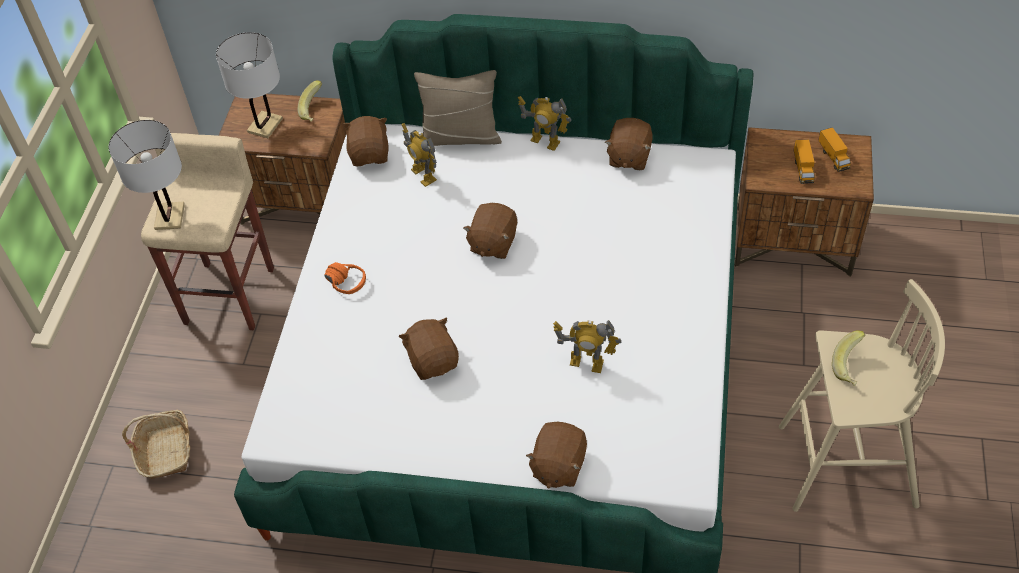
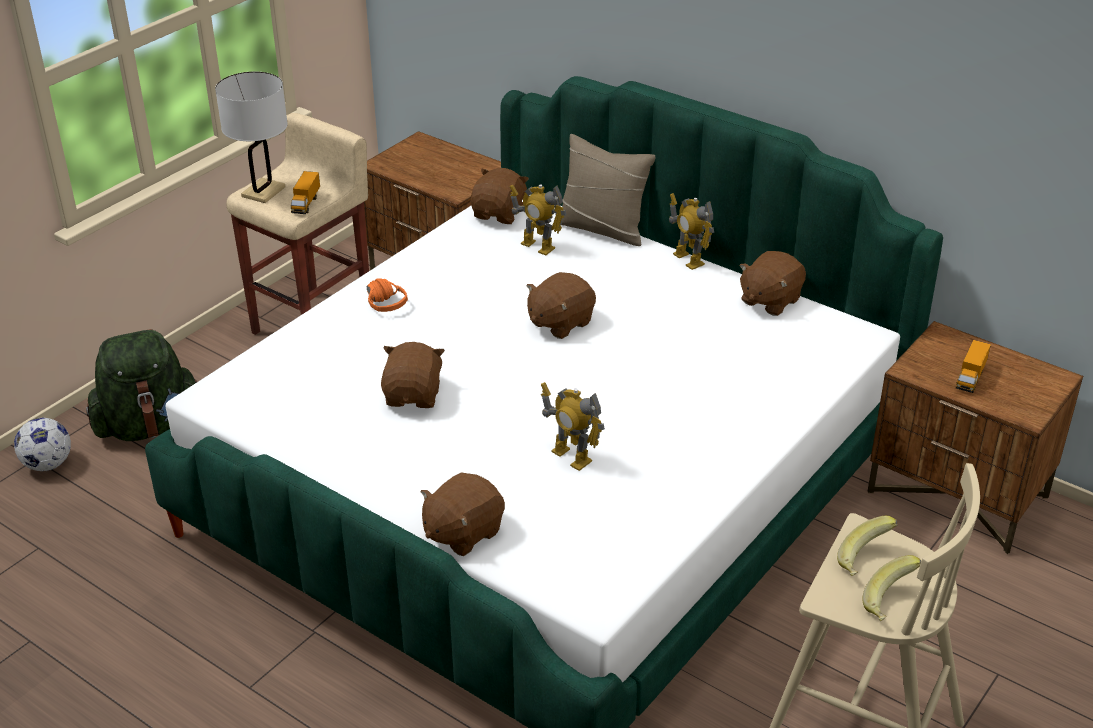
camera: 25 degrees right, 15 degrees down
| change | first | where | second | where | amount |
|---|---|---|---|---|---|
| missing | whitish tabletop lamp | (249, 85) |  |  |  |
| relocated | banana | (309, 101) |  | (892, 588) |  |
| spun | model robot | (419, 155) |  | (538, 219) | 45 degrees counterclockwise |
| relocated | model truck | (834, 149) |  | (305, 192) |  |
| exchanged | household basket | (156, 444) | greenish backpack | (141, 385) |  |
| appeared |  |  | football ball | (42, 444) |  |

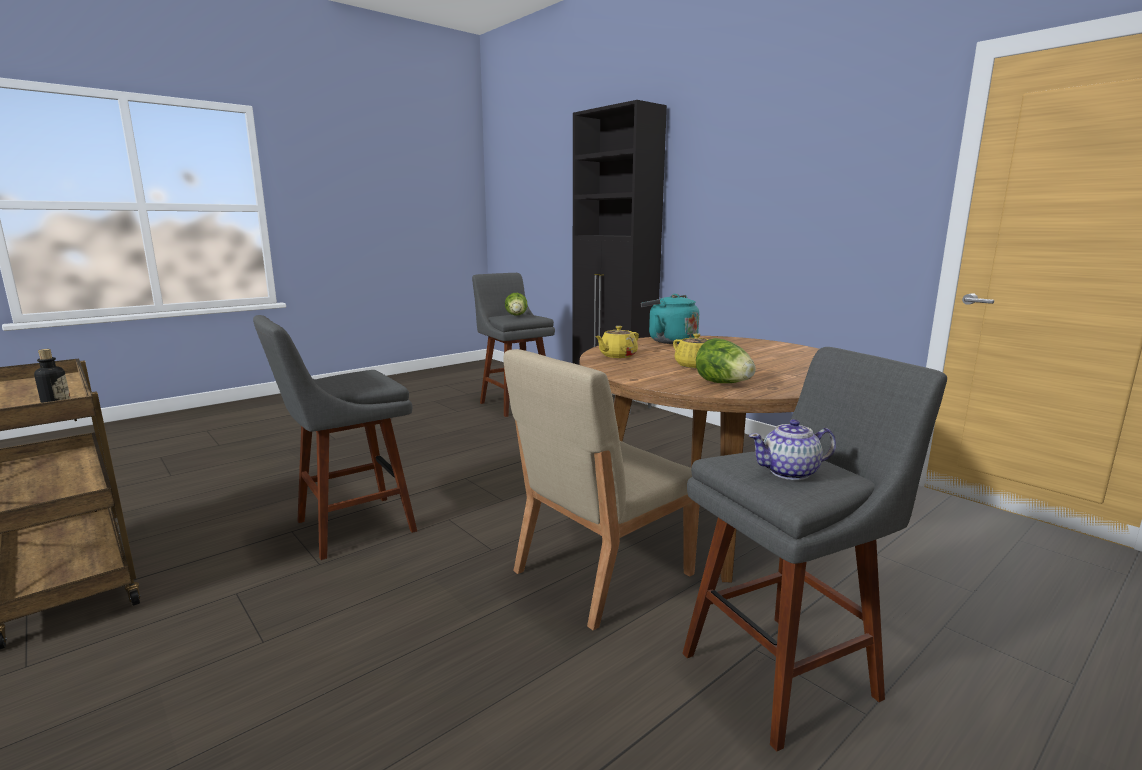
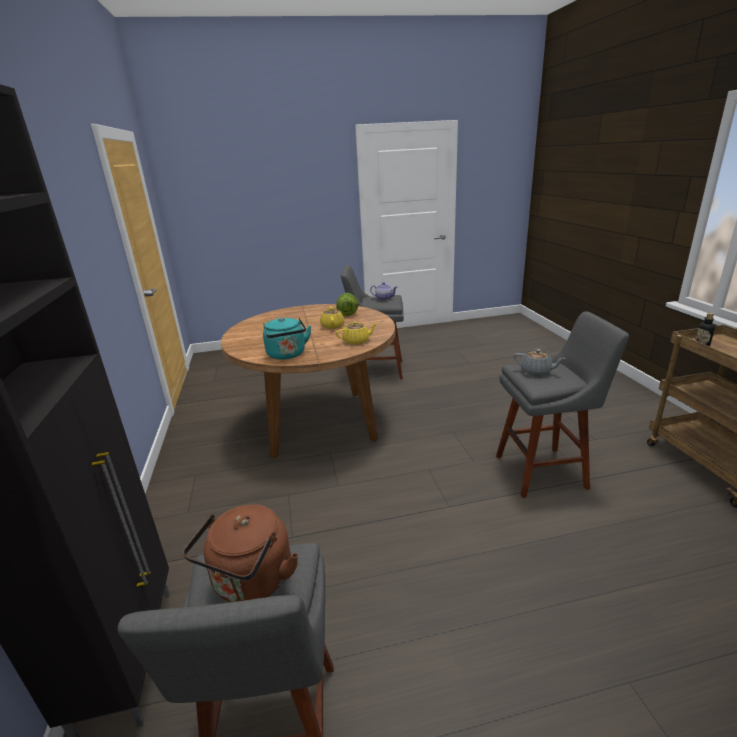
camera: 150 degrees left, 10 degrees up
| change | first | where | second | where | amount |
|---|---|---|---|---|---|
| exchanged | lettuce head | (516, 304) | brown water kettle | (240, 553) |  |
| missing | beige-coloured plain chair | (601, 489) |  |  |  |
| appeared |  |  | grey pot for tea | (540, 362) |  |

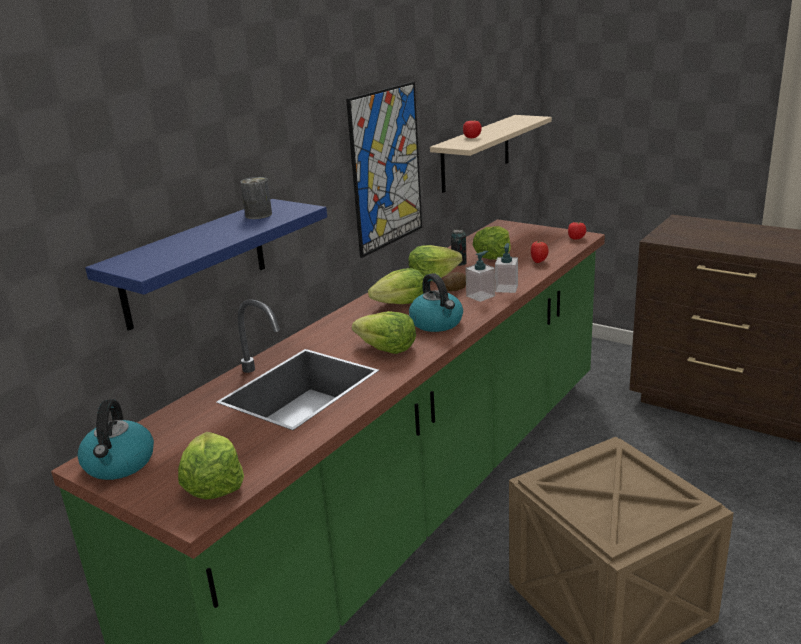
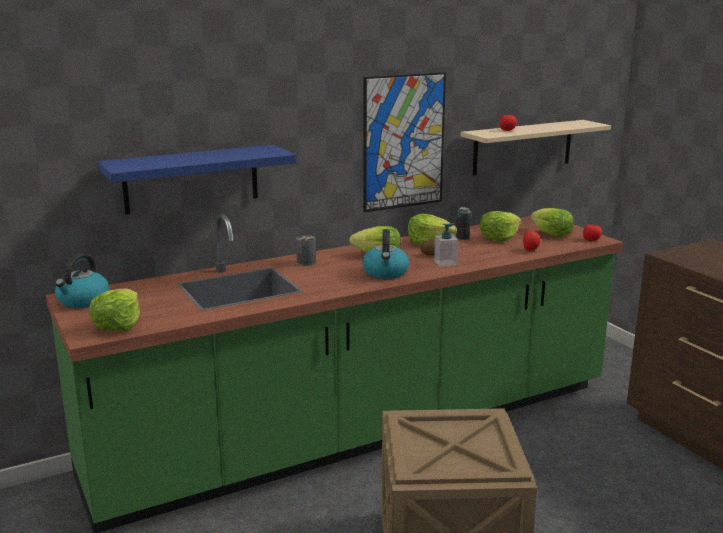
camera: 25 degrees right, 5 degrees down
| change | first | where | second | where | amount |
|---|---|---|---|---|---|
| relocated | can | (256, 198) |  | (306, 250) |  |
| missing | liquid soap bottle | (506, 268) |  |  |  |
| relocated | lettuce head | (384, 332) |  | (552, 222) |  |

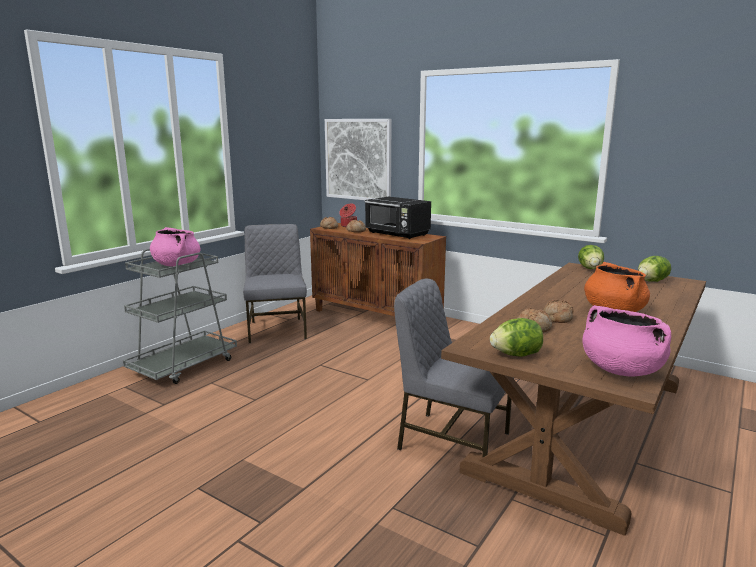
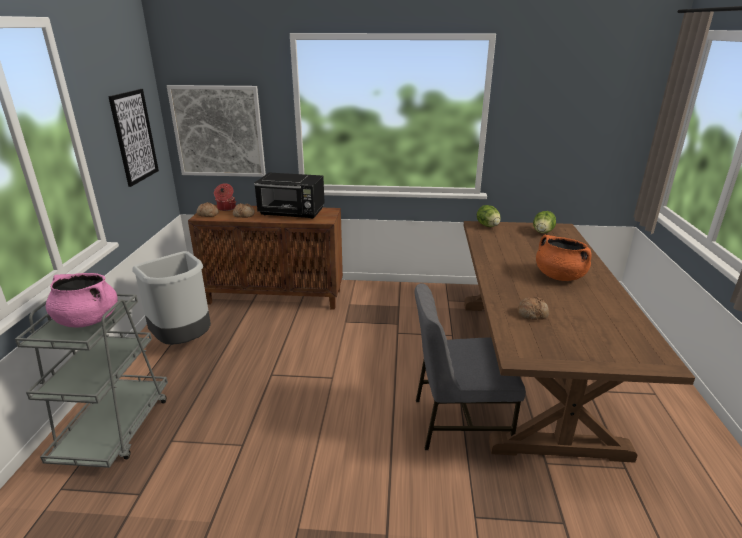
camera: 30 degrees left, 10 degrees up
| change | first | where | second | where | amount |
|---|---|---|---|---|---|
| exchanged | grey plain chair | (275, 283) | grey rubbish bin | (171, 298) |  |
| missing | baked bread | (558, 311) |  |  |  |
| missing | pinkish saucepot | (626, 340) |  |  |  |
| missing | lettuce head | (516, 337) |  |  |  |
| appeared |  |  | picture | (133, 138) |  |

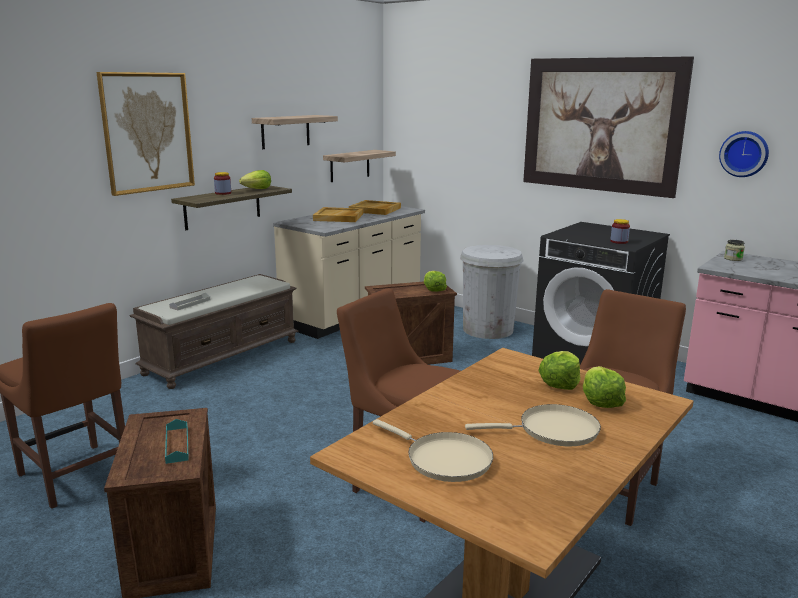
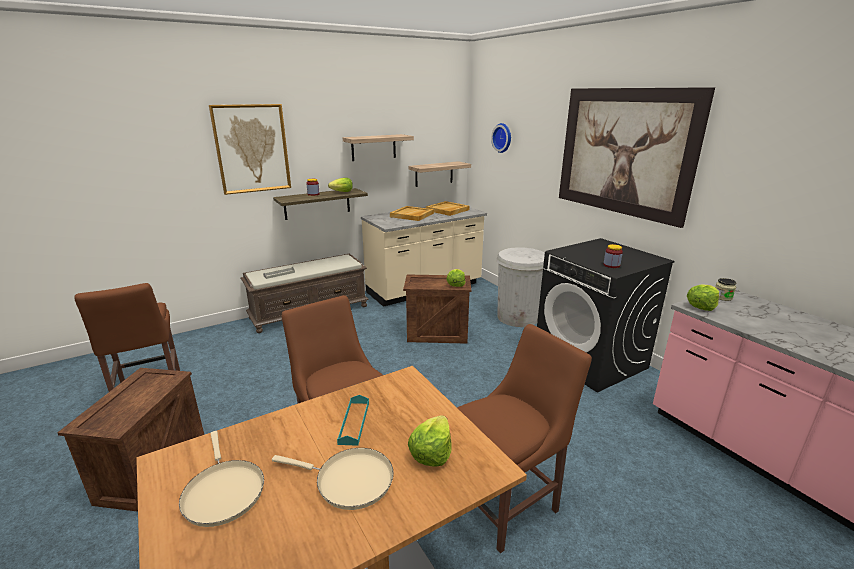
camera: 20 degrees right, 5 degrees up
| change | first | where | second | where | amount |
|---|---|---|---|---|---|
| relocated | clock on the wall | (744, 154) |  | (501, 138) |  |
| relocated | lettuce head | (559, 370) |  | (703, 297) |  |
| relocated | turquoise-coloured tray | (177, 441) |  | (353, 420) |  |

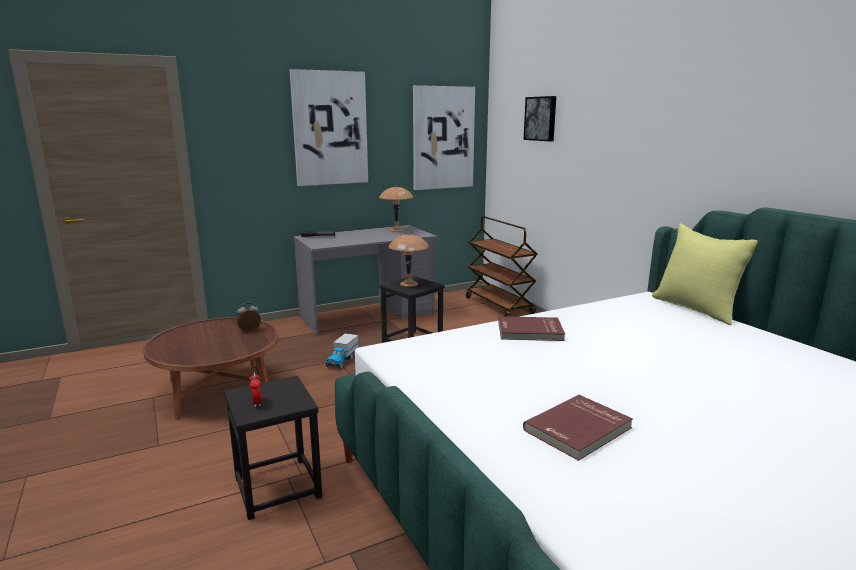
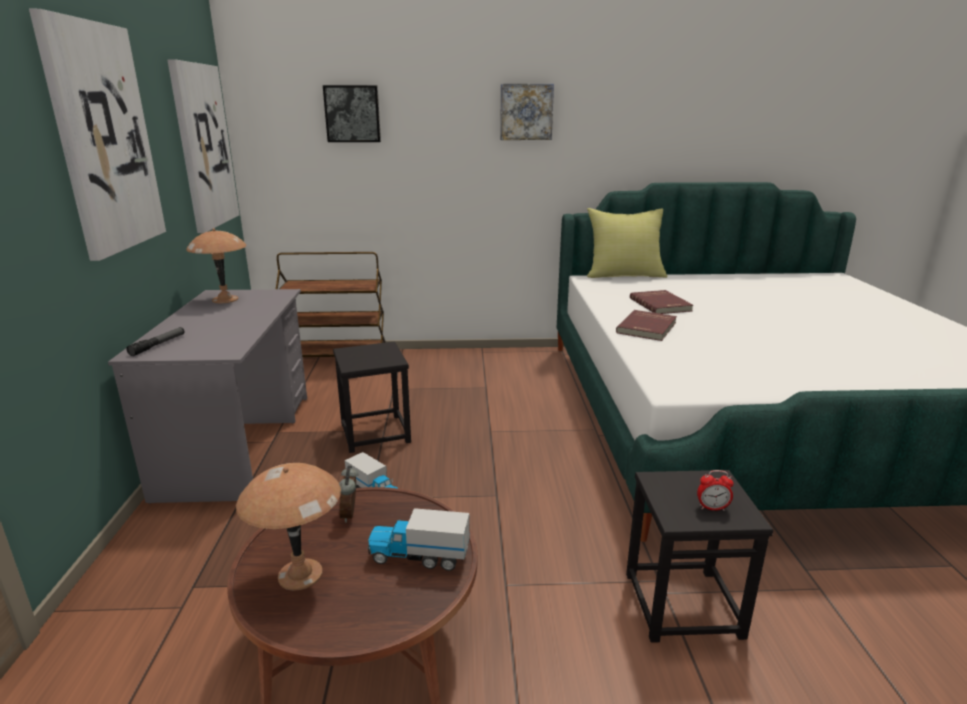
camera: 65 degrees left, 5 degrees up
| change | first | where | second | where | amount |
|---|---|---|---|---|---|
| relocated | brown tabletop lamp | (408, 260) |  | (288, 527) |  |
| relocated | reddish bound book | (578, 428) |  | (661, 302) |  |
| appeared |  |  | picture | (527, 112) |  |
| appeared |  |  | model truck | (418, 539) |  |

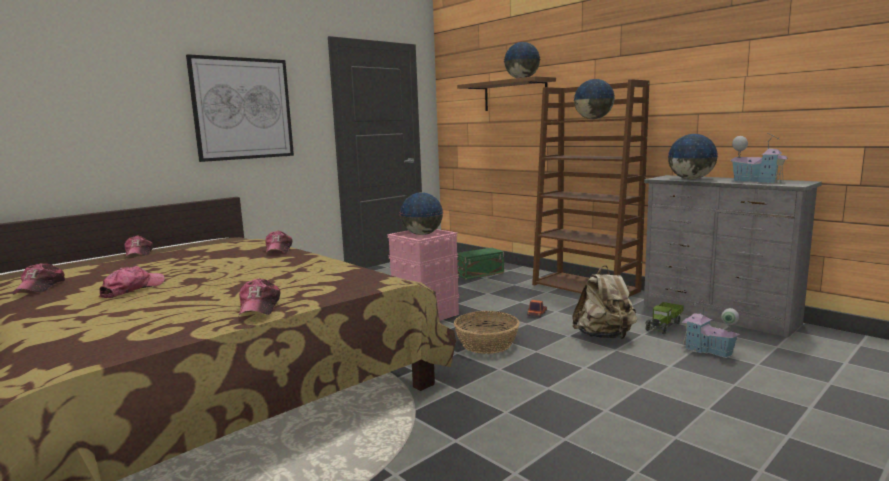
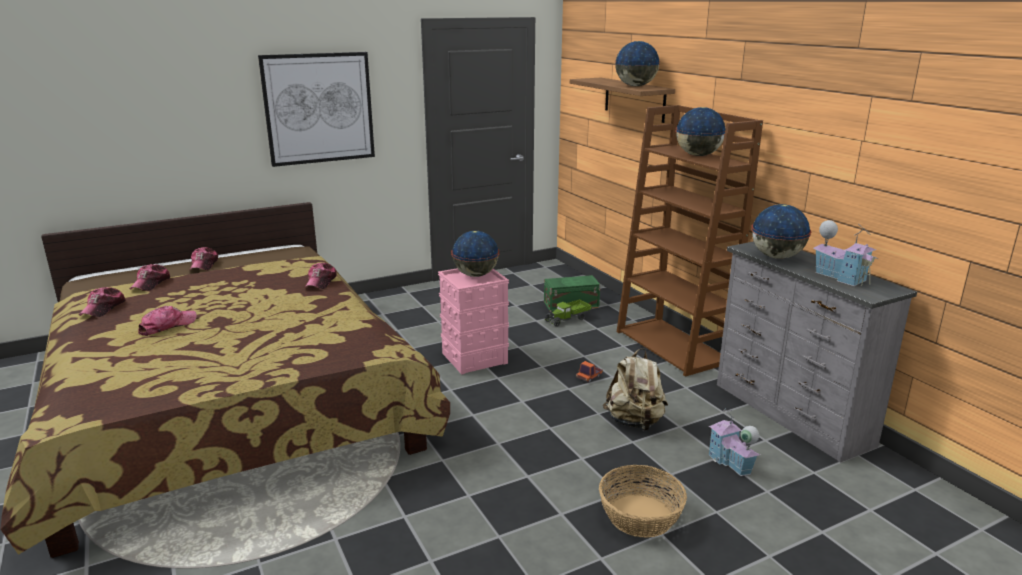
camera: 15 degrees right, 10 degrees up
| change | first | where | second | where | amount |
|---|---|---|---|---|---|
| relocated | peaked cap | (259, 297) |  | (150, 277) |  |
| relocated | model truck | (664, 318) |  | (568, 313) |  |
| relocated | household basket | (487, 332) |  | (643, 501) |  |

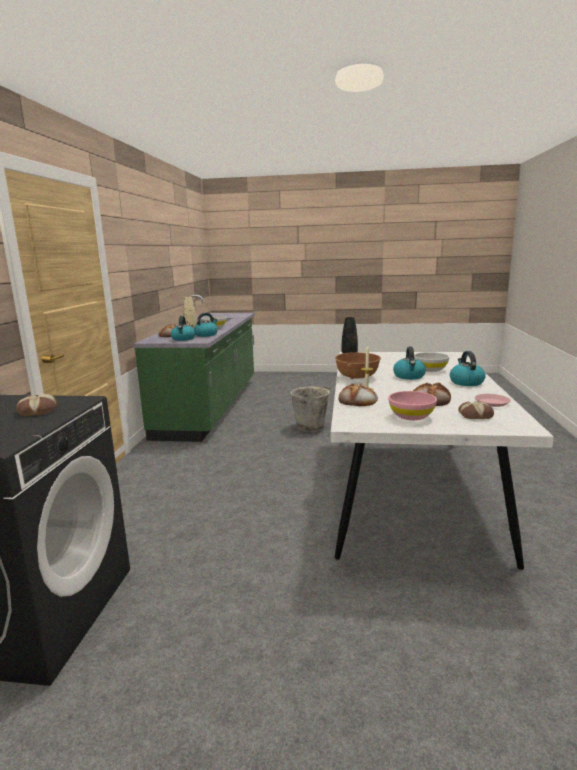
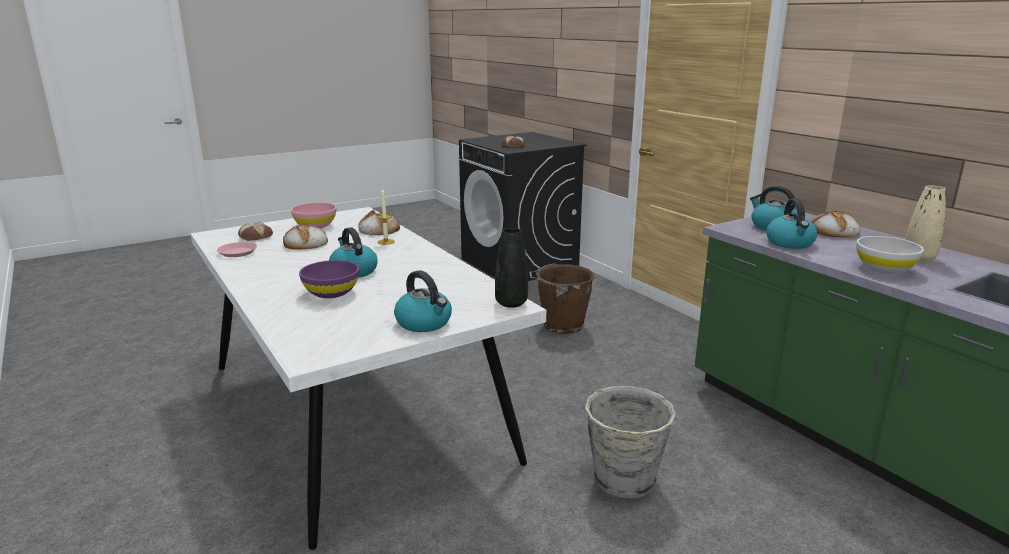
camera: 140 degrees right, 5 degrees up
| change | first | where | second | where | amount |
|---|---|---|---|---|---|
| relocated | water kettle | (468, 368) |  | (423, 301) |  |
| missing | brown serving bowl | (358, 365) |  |  |  |
| colour | whitish serving bowl | (431, 362) | purplish serving bowl | (329, 279) |  |
| appeared |  |  | brown pail | (562, 298) |  |

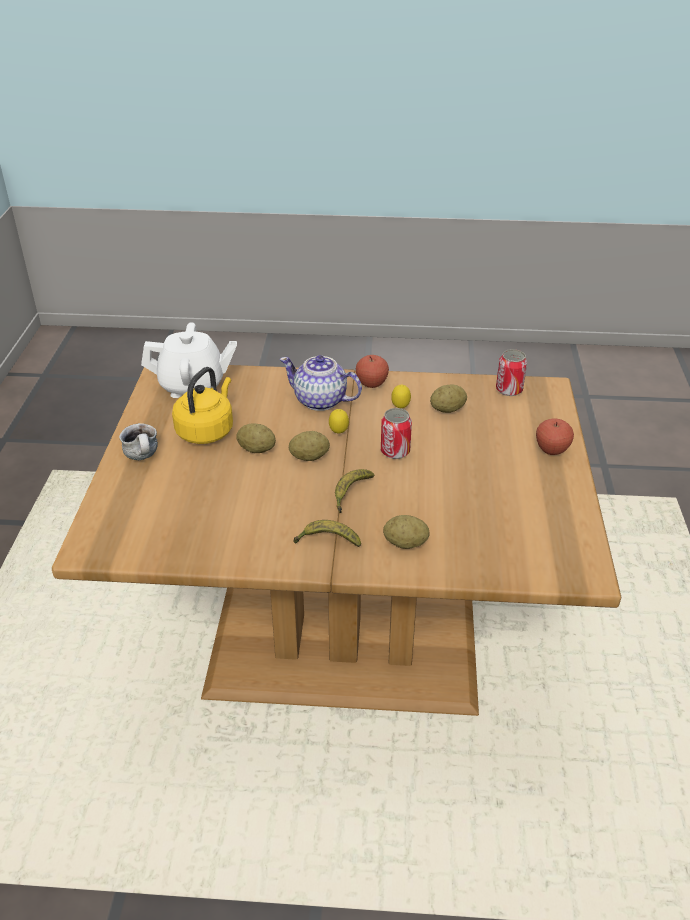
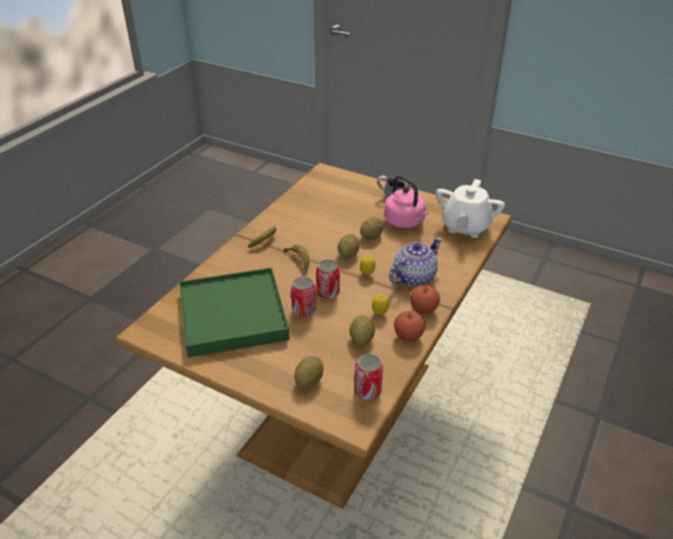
camera: 115 degrees right, 0 degrees up
| change | first | where | second | where | amount |
|---|---|---|---|---|---|
| colour | yellow-coloured water kettle | (202, 405) | pinkish water kettle | (406, 201) |  |
| relocated | apple fruit | (555, 436) |  | (409, 326) |  |
| relocated | potato | (406, 532) |  | (309, 372) |  |
| appeared |  |  | greenish tray | (234, 313) |  |
| appeared |  |  | can | (303, 297) |  |

